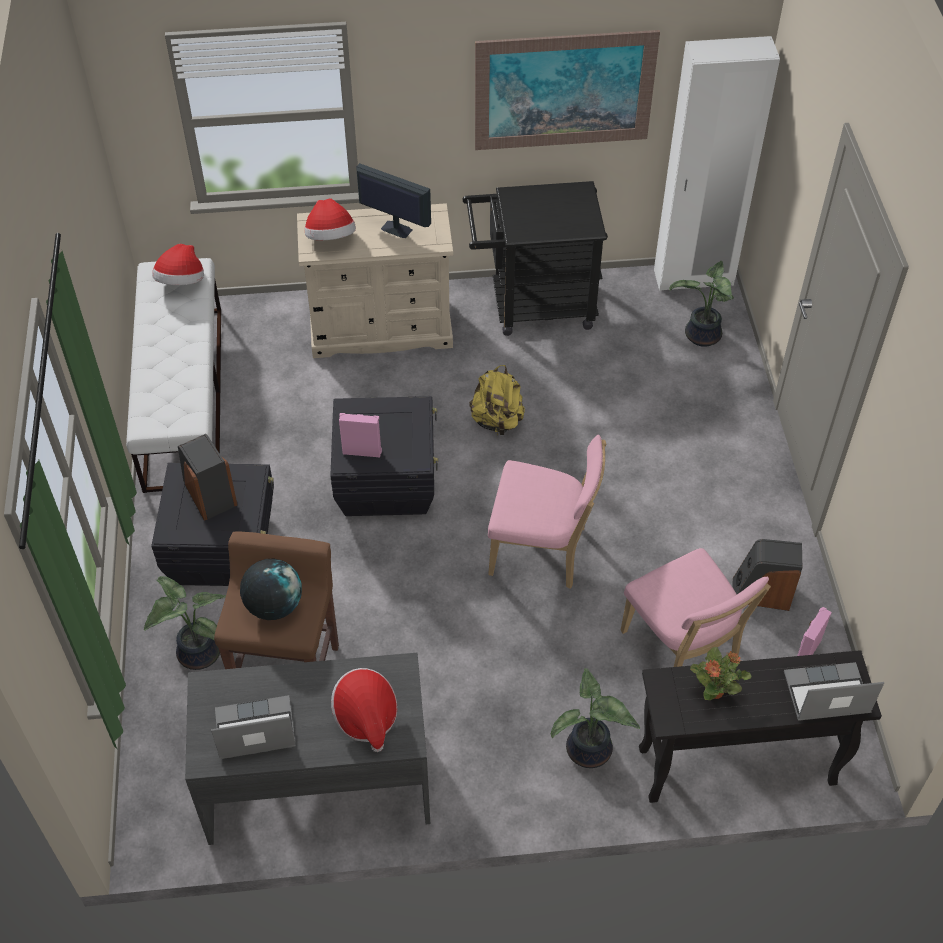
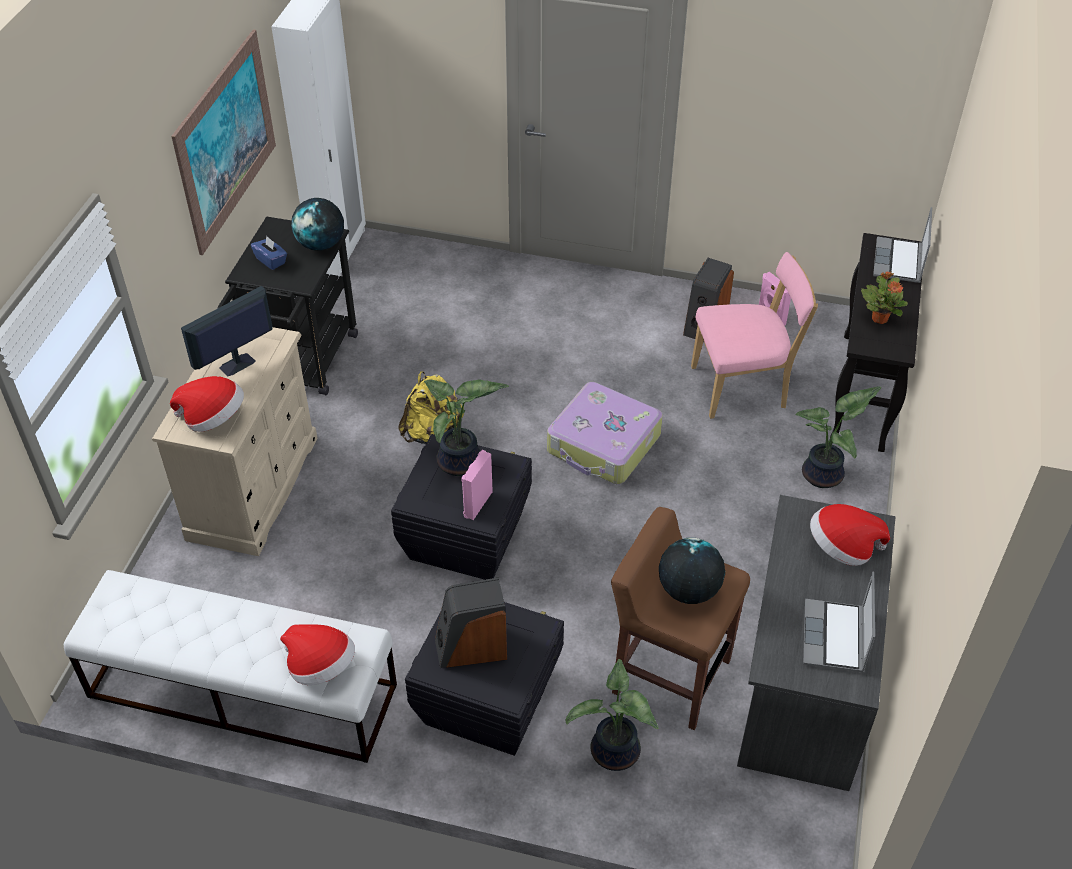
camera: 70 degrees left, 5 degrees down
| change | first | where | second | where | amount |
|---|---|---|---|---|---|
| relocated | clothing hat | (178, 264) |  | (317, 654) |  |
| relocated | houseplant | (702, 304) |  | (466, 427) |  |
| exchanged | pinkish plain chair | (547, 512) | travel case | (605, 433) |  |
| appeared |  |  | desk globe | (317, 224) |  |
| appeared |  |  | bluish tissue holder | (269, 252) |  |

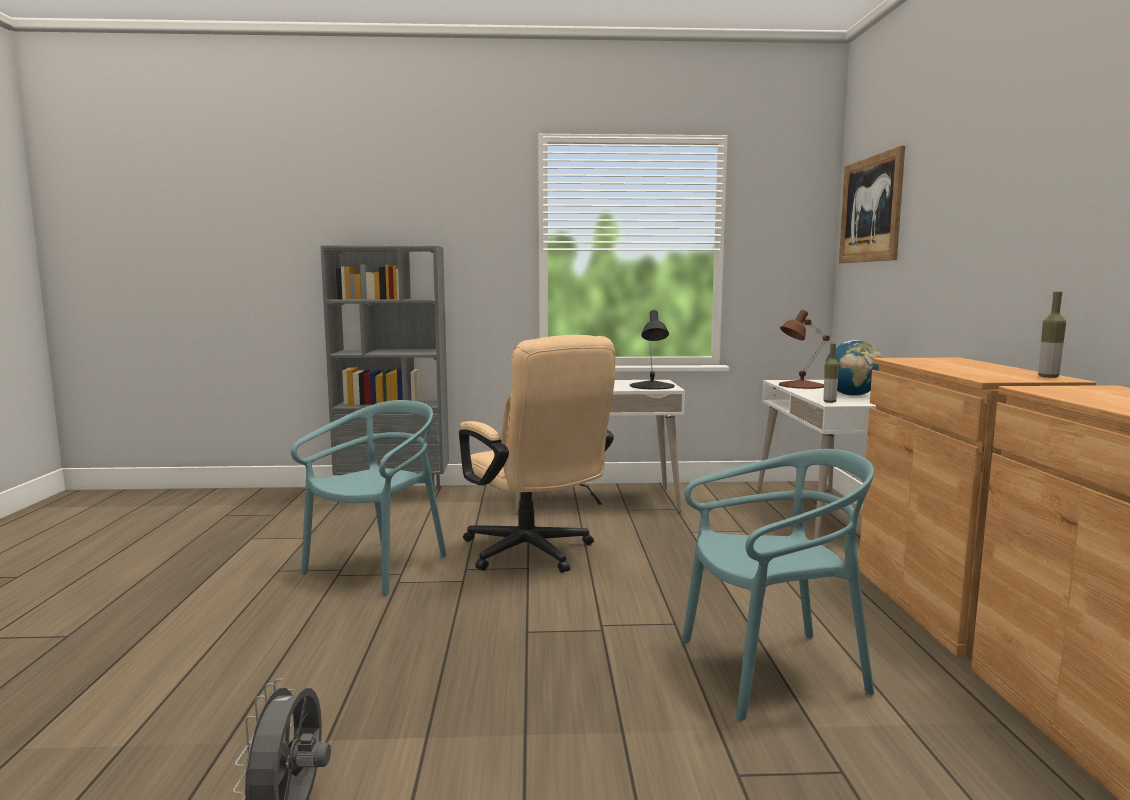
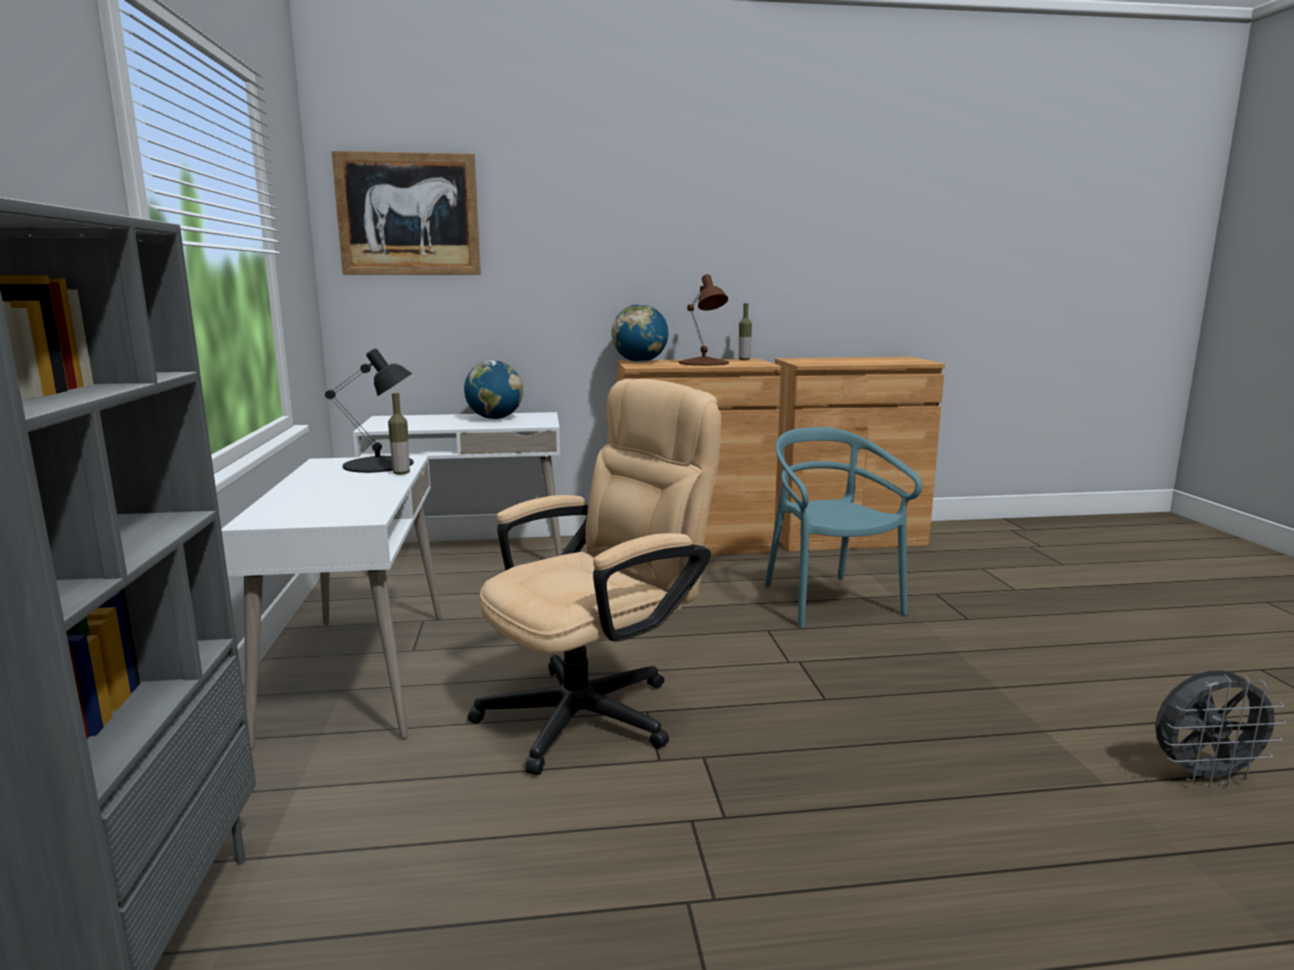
camera: 95 degrees left, 5 degrees up
| change | first | where | second | where | amount |
|---|---|---|---|---|---|
| relocated | brown tabletop lamp | (804, 349) |  | (704, 320) |  |
| relocated | beverage bottle | (831, 373) |  | (399, 434) |  |
| missing | turquoise-coloured plain chair | (369, 498) |  |  |  |
| appeared |  |  | desk globe | (639, 333) |  |

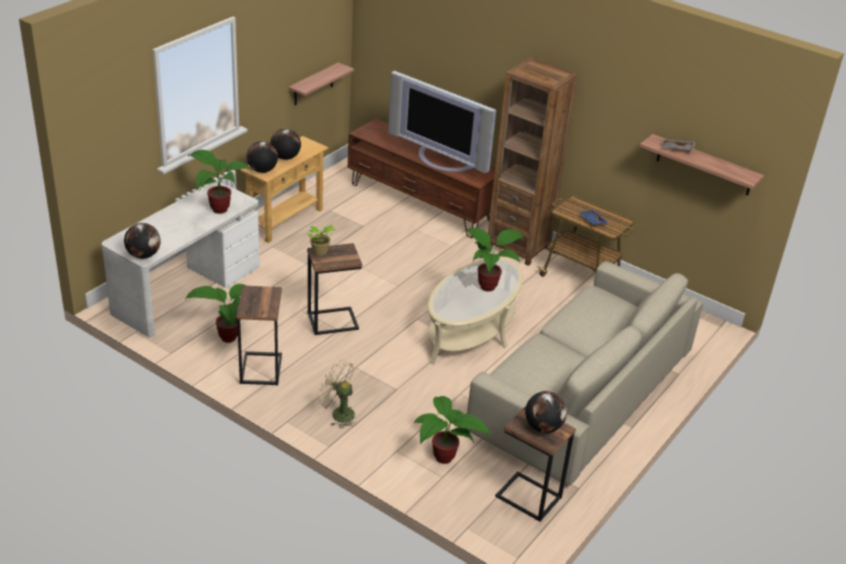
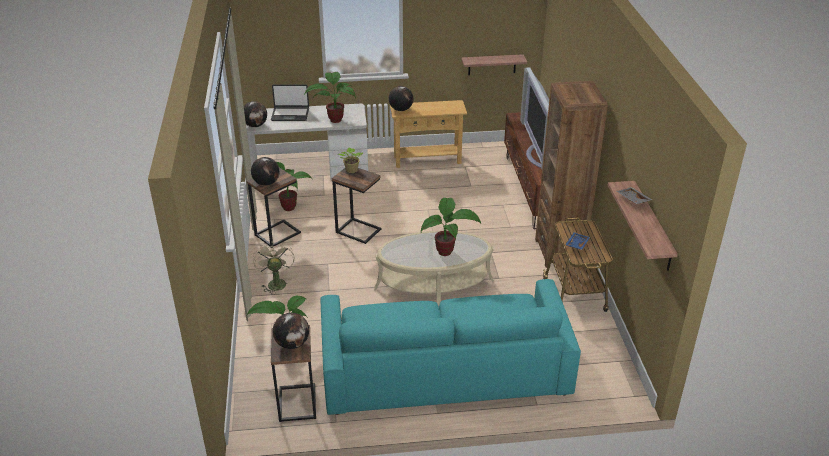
camera: 50 degrees right, 0 degrees up
| change | first | where | second | where | amount |
|---|---|---|---|---|---|
| relocated | desk globe | (285, 144) |  | (265, 171) |  |
| colour | beige-coloured settee | (585, 373) | turquoise-coloured settee | (451, 347) |  |
| appeared |  |  | laptop | (290, 102) |  |

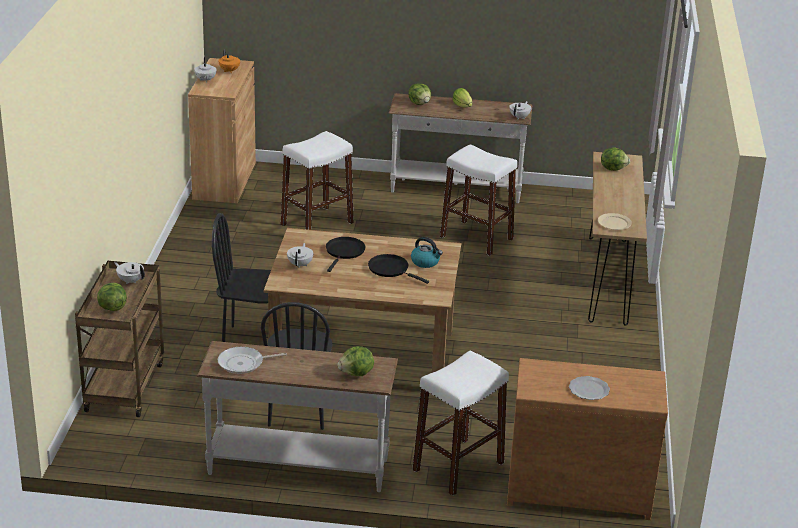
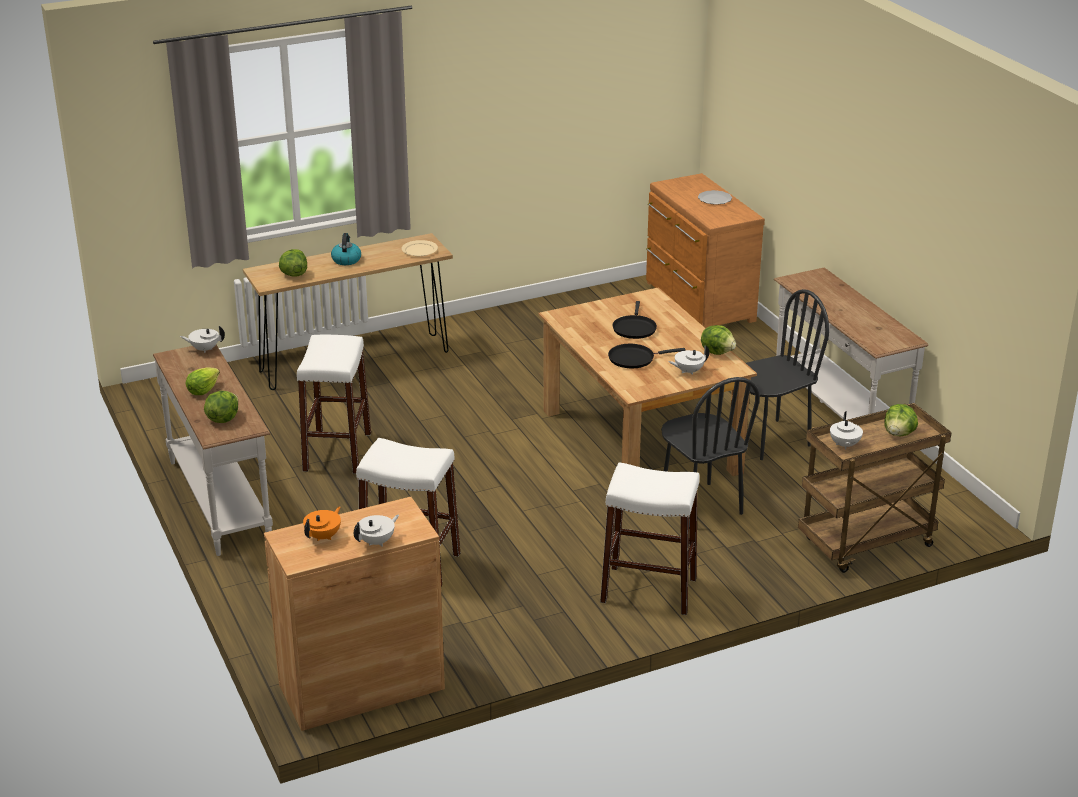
camera: 120 degrees left, 0 degrees up
| change | first | where | second | where | amount |
|---|---|---|---|---|---|
| relocated | water kettle | (427, 252) |  | (346, 249) |  |
| relocated | lettuce head | (355, 361) |  | (718, 340) |  |
| missing | pan | (252, 360) |  |  |  |
| relocated | whitish stool seat | (460, 423) |  | (650, 538) |  |

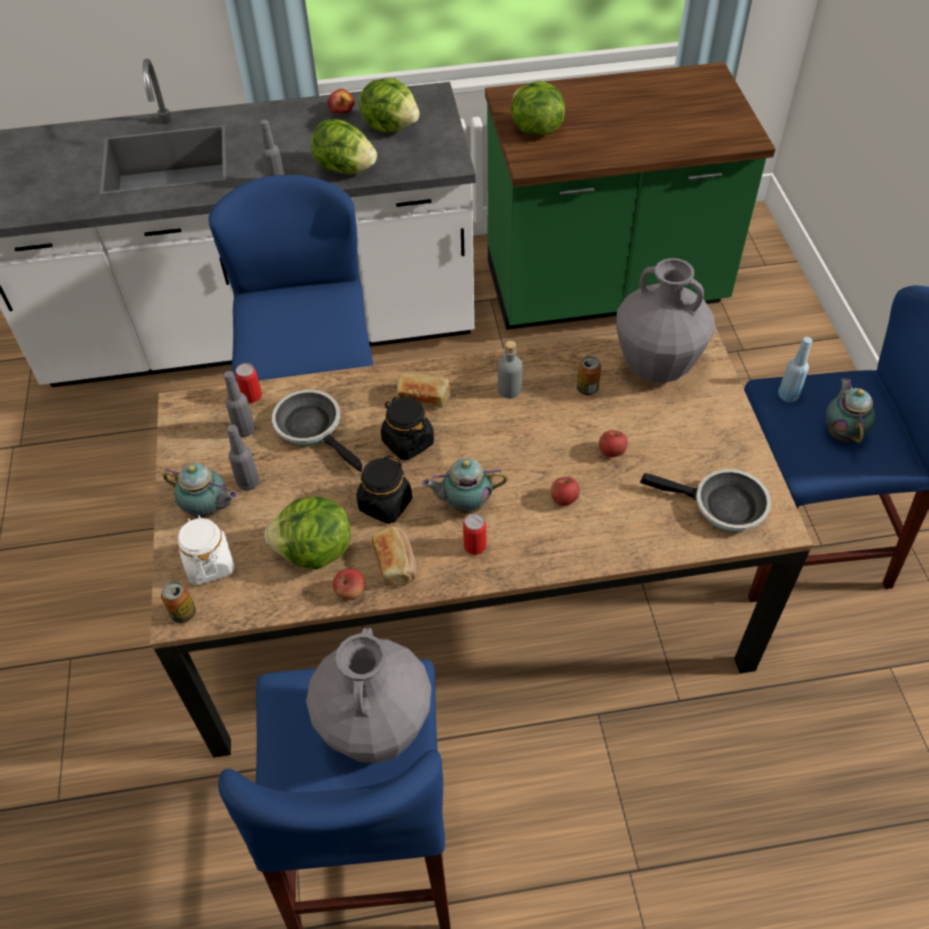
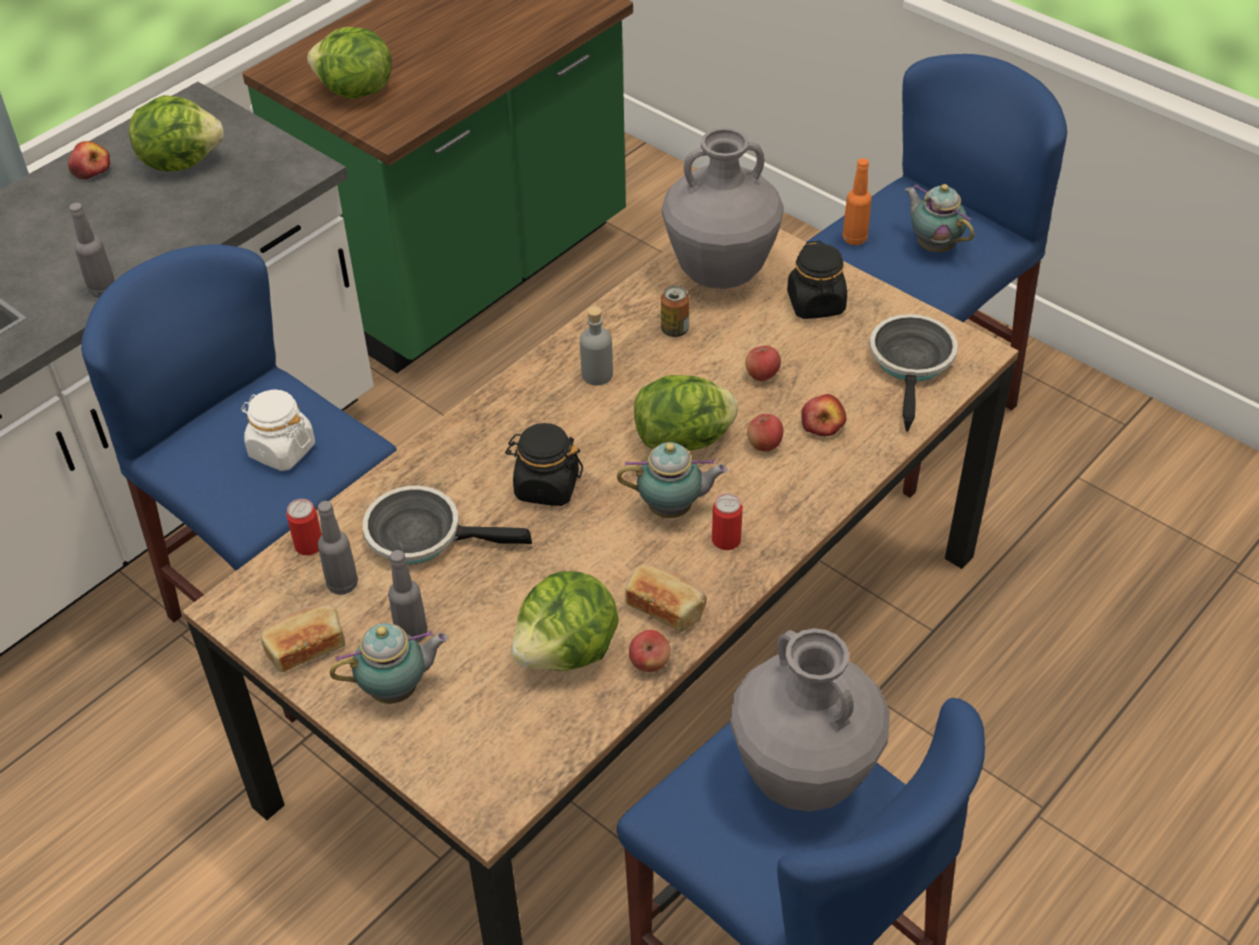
camera: 40 degrees left, 5 degrees down
| change | first | where | second | where | amount |
|---|---|---|---|---|---|
| relocated | lettuce head | (344, 146) |  | (686, 413) |  |
| colour | bluish beverage bottle | (795, 369) | orange beverage bottle | (857, 201) |  |
| relocated | baked bread | (423, 389) |  | (303, 637) |  |
| relocated | black preserve jar | (384, 489) |  | (817, 280) |  |
| spun | pot for tea | (464, 486) |  | (672, 480) | 135 degrees counterclockwise |
| spun | pan | (705, 500) |  | (914, 372) | 60 degrees counterclockwise |
| relocated | whitish preserve jar | (206, 550) |  | (278, 430) |  |
| missing | can | (178, 602) |  |  |  |
| appeared |  |  | apple fruit | (824, 415) |  |

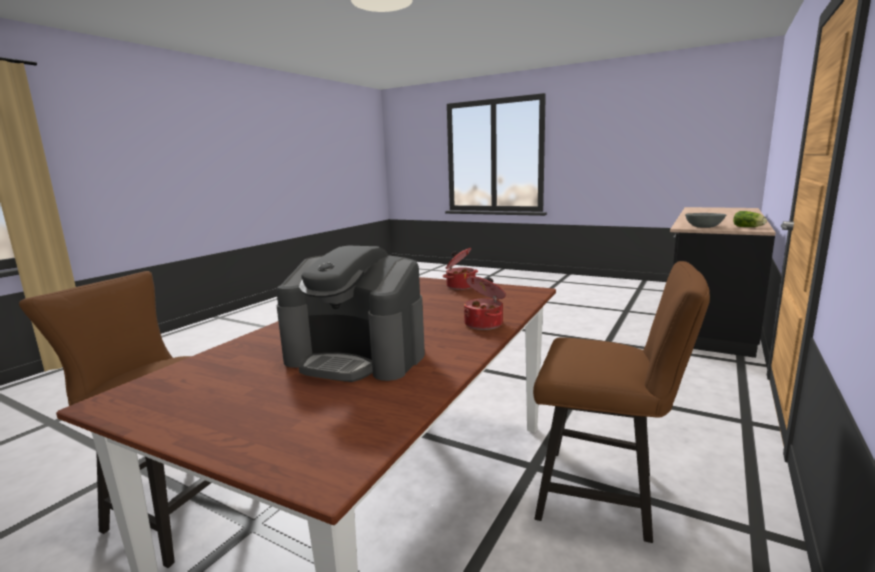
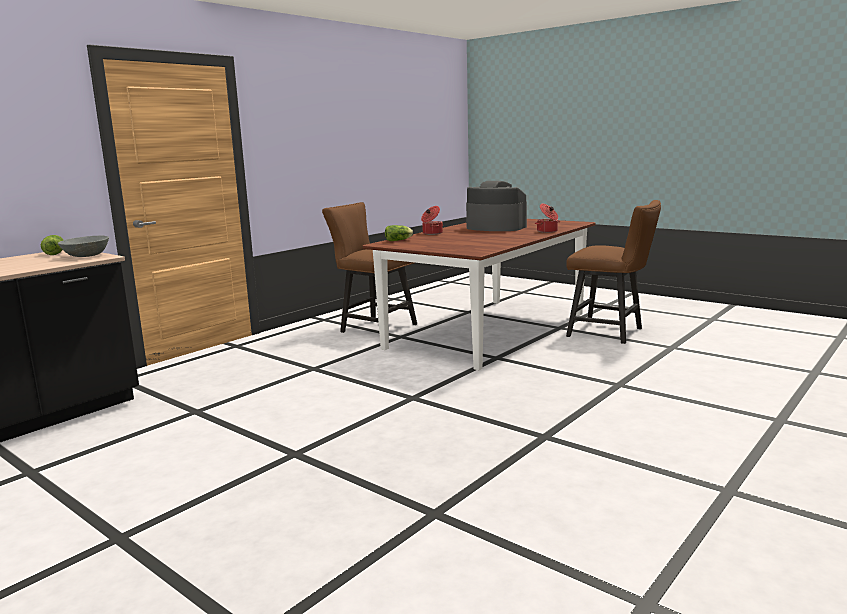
camera: 170 degrees left, 0 degrees up
| change | first | where | second | where | amount |
|---|---|---|---|---|---|
| relocated | saucepot | (460, 269) |  | (547, 218) |  |
| appeared |  |  | lettuce head | (399, 233) |  |

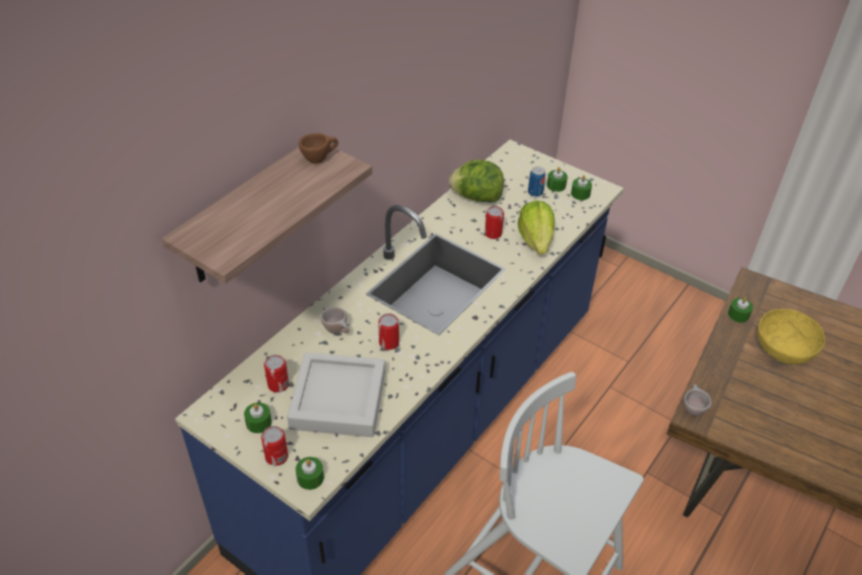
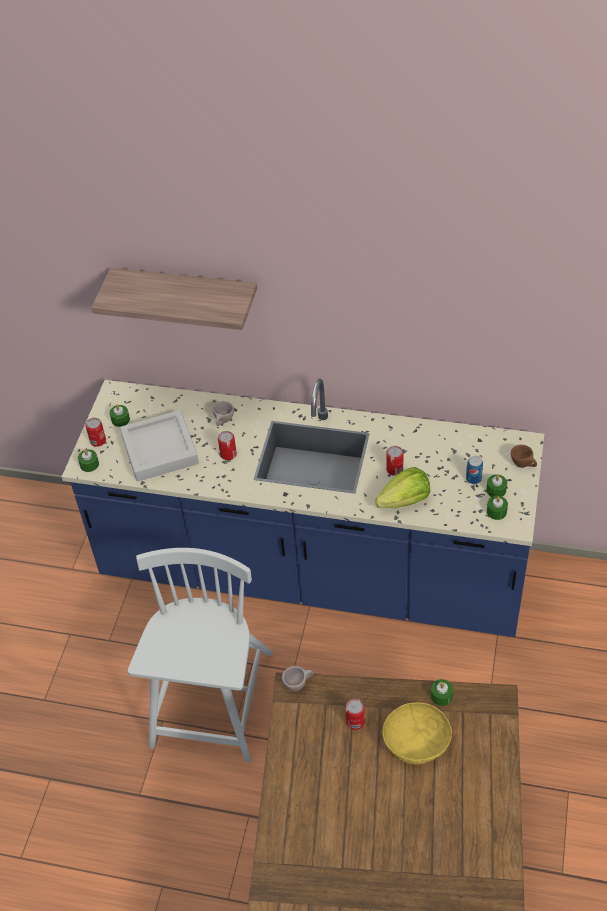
camera: 70 degrees right, 5 degrees up
| change | first | where | second | where | amount |
|---|---|---|---|---|---|
| relocated | brown cup | (318, 148) |  | (524, 456) |  |
| missing | lettuce head | (476, 181) |  |  |  |
| relocated | can | (276, 373) |  | (355, 714) |  |

